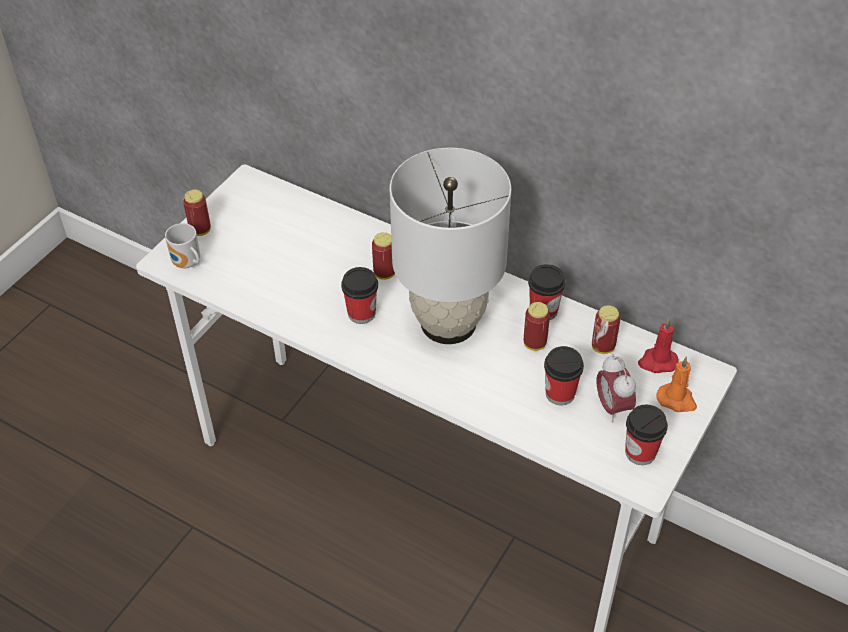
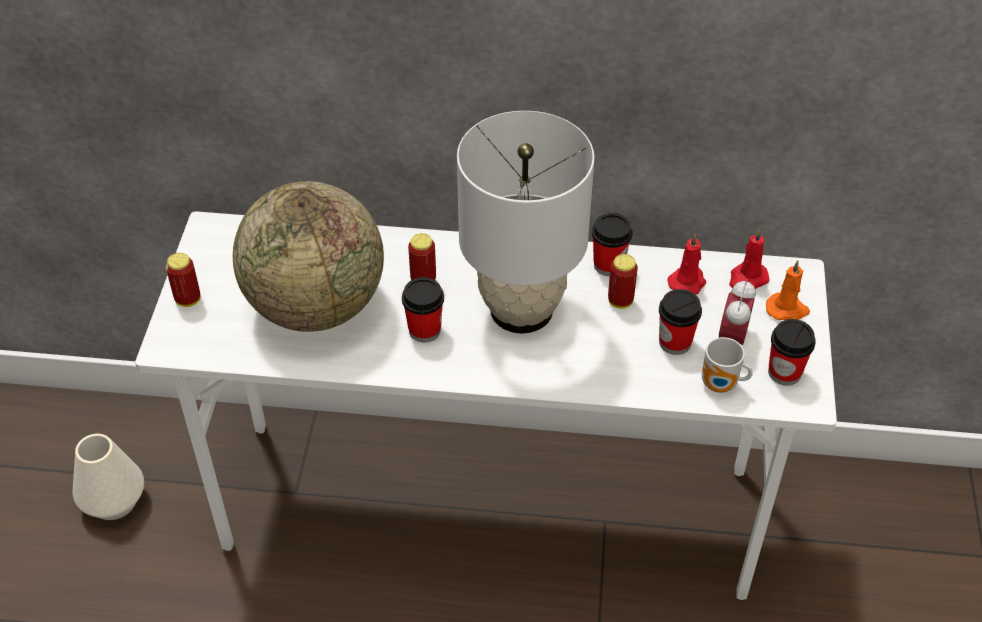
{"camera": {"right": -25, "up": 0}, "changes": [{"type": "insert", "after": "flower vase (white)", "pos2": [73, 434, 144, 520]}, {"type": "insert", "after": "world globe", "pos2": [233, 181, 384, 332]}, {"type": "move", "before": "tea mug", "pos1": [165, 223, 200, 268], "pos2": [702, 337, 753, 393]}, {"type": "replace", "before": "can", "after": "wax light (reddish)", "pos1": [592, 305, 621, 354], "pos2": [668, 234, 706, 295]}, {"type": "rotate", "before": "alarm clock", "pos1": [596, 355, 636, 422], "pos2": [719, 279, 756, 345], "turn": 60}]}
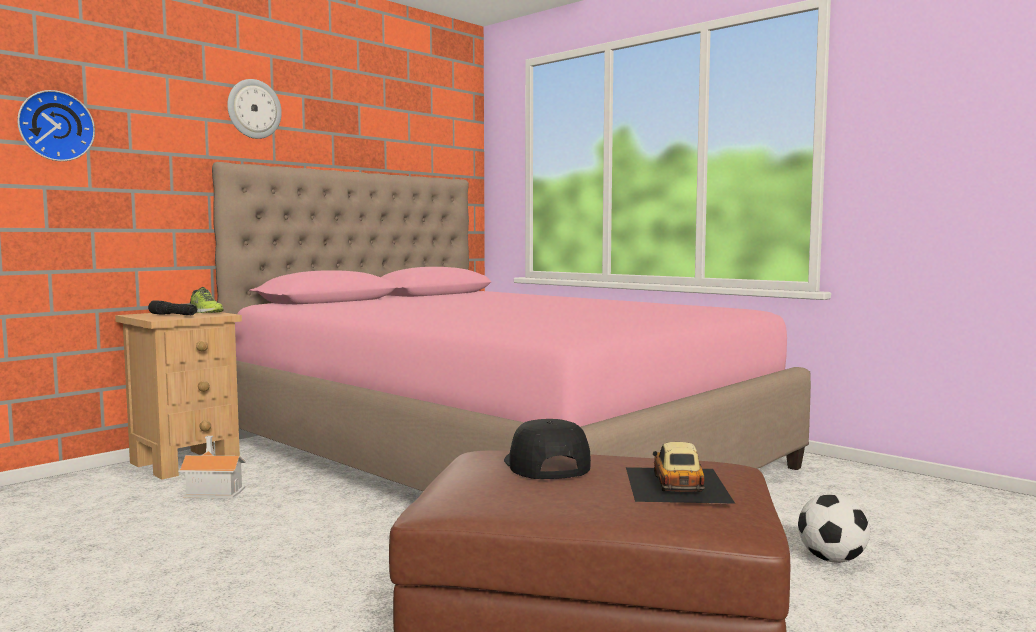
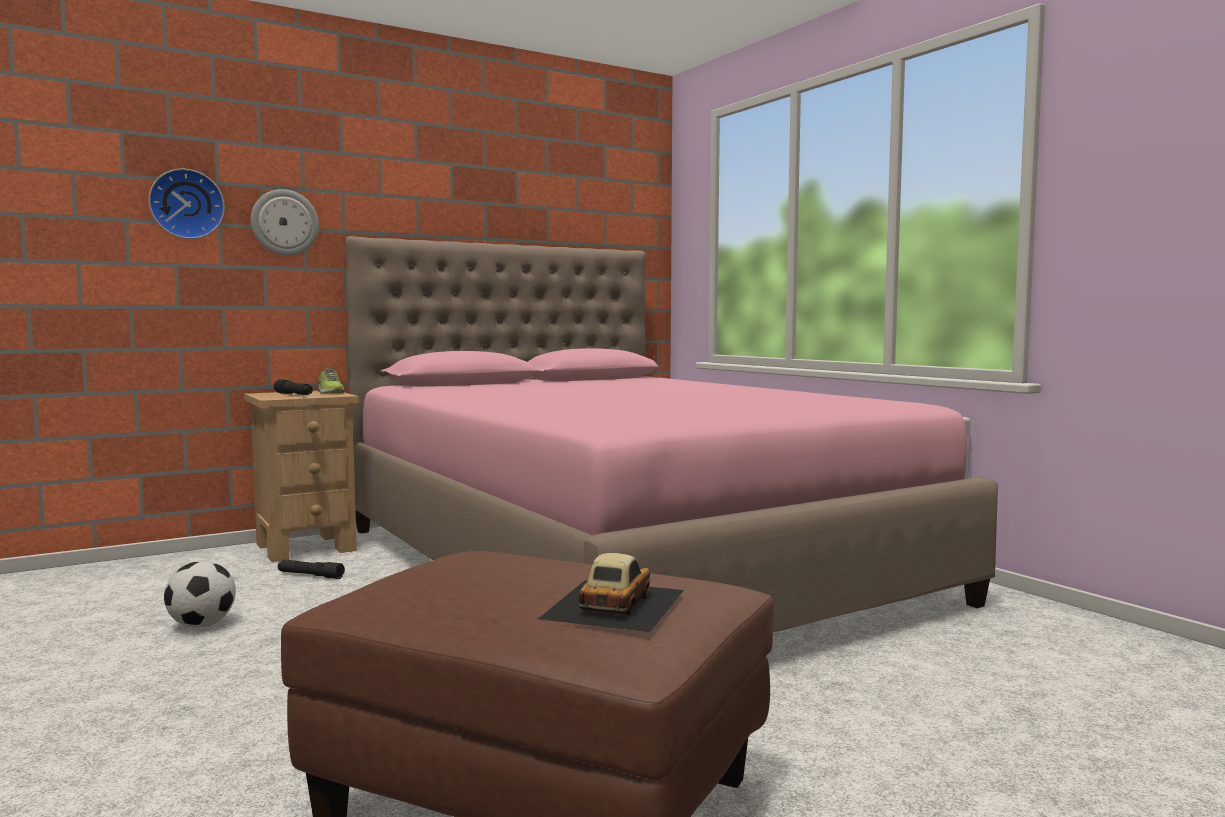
{"camera": {"right": 15, "up": 0}, "changes": [{"type": "delete", "before": "cap (blackish)", "pos1": [504, 419, 591, 479]}, {"type": "move", "before": "clock on the wall", "pos1": [227, 79, 282, 139], "pos2": [251, 189, 319, 256]}, {"type": "move", "before": "football", "pos1": [798, 493, 870, 563], "pos2": [164, 561, 236, 627]}, {"type": "replace", "before": "miniature house", "after": "hand torch (blackish)", "pos1": [178, 436, 246, 498], "pos2": [278, 560, 345, 579]}]}
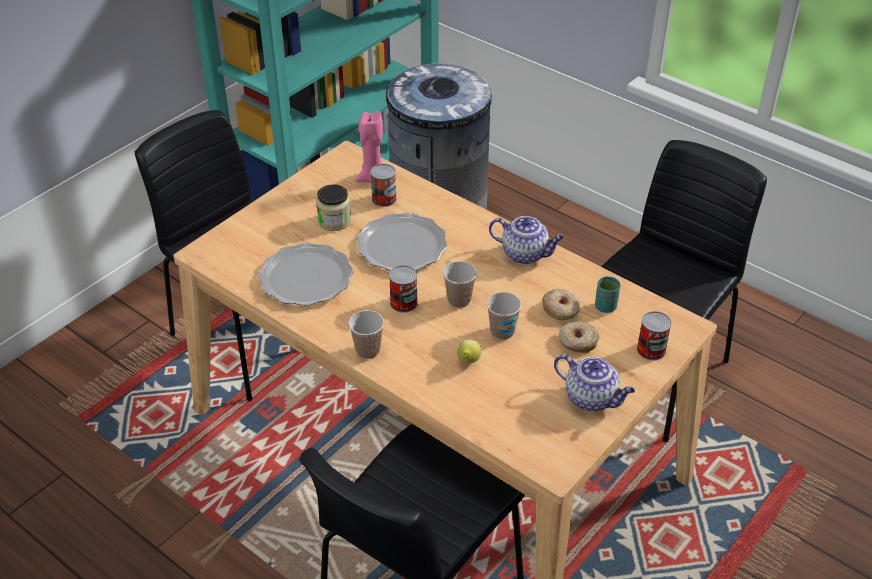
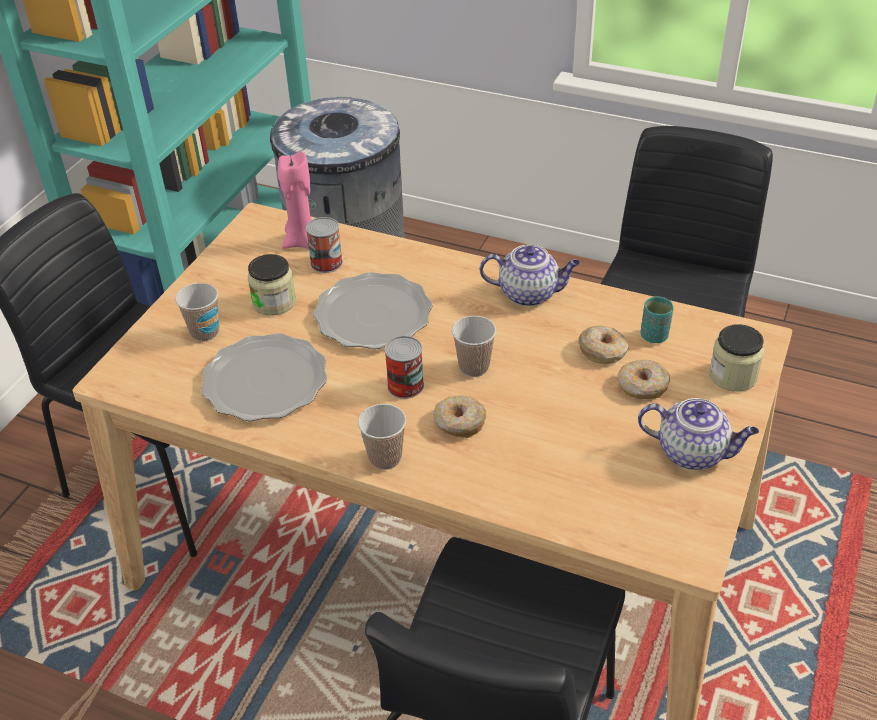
{"camera": {"right": -15, "up": 0}, "changes": [{"type": "delete", "before": "whole lemon", "pos1": [457, 340, 482, 364]}, {"type": "insert", "after": "donut", "pos2": [434, 396, 486, 438]}, {"type": "move", "before": "small cup", "pos1": [487, 292, 521, 340], "pos2": [175, 283, 219, 342]}, {"type": "replace", "before": "can", "after": "storage jar", "pos1": [637, 311, 672, 360], "pos2": [709, 324, 764, 392]}]}
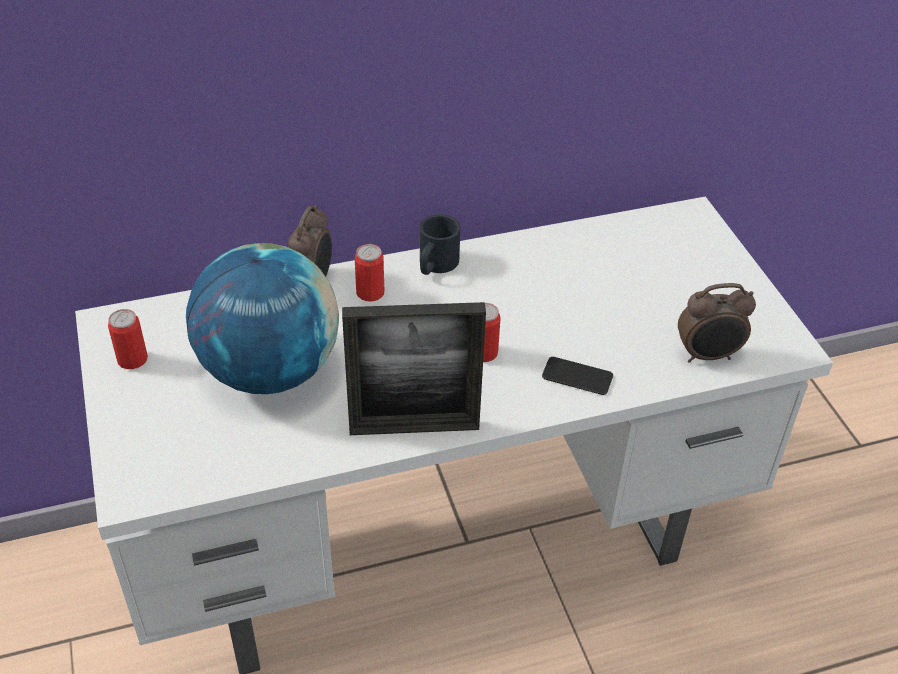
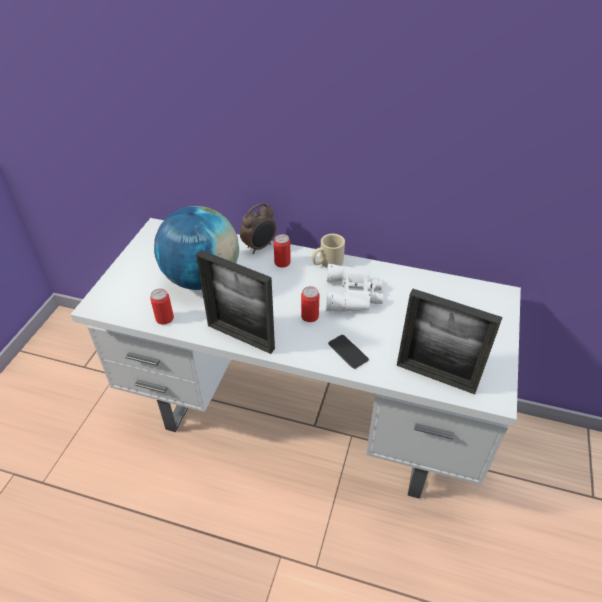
{"camera": {"right": 35, "up": 0}, "changes": [{"type": "insert", "after": "pair of binoculars (white)", "pos2": [326, 264, 384, 312]}, {"type": "move", "before": "can", "pos1": [108, 309, 148, 369], "pos2": [150, 289, 174, 325]}, {"type": "replace", "before": "alarm clock", "after": "standing frame", "pos1": [678, 283, 756, 363], "pos2": [397, 289, 503, 394]}, {"type": "recolor", "before": "tea mug (blackish)", "after": "tea mug (beige-coloured)", "pos1": [420, 214, 461, 275], "pos2": [312, 234, 345, 268]}]}
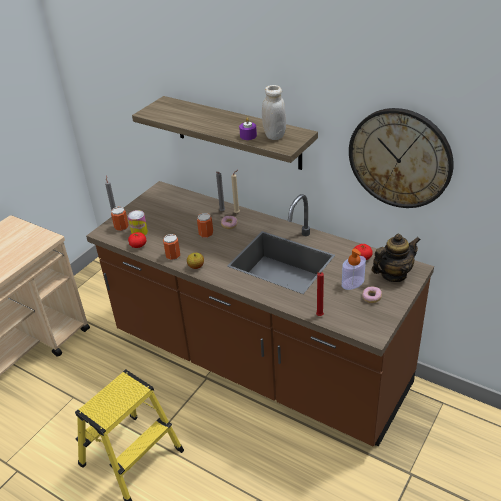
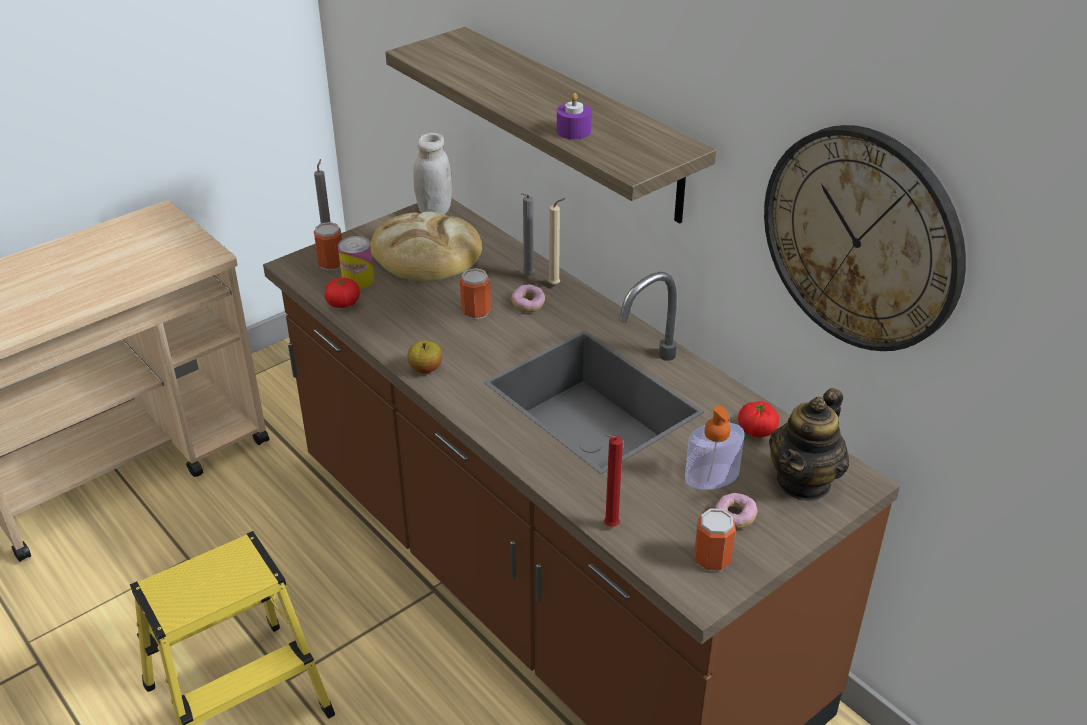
{"camera": {"right": 15, "up": 0}, "changes": [{"type": "insert", "after": "baked bread", "pos2": [370, 211, 482, 282]}, {"type": "move", "before": "can", "pos1": [163, 234, 180, 260], "pos2": [694, 509, 735, 572]}, {"type": "move", "before": "storage jar (white)", "pos1": [262, 85, 286, 140], "pos2": [413, 133, 452, 215]}, {"type": "rotate", "before": "teapot", "pos1": [372, 234, 421, 282], "pos2": [769, 388, 849, 501], "turn": 135}]}
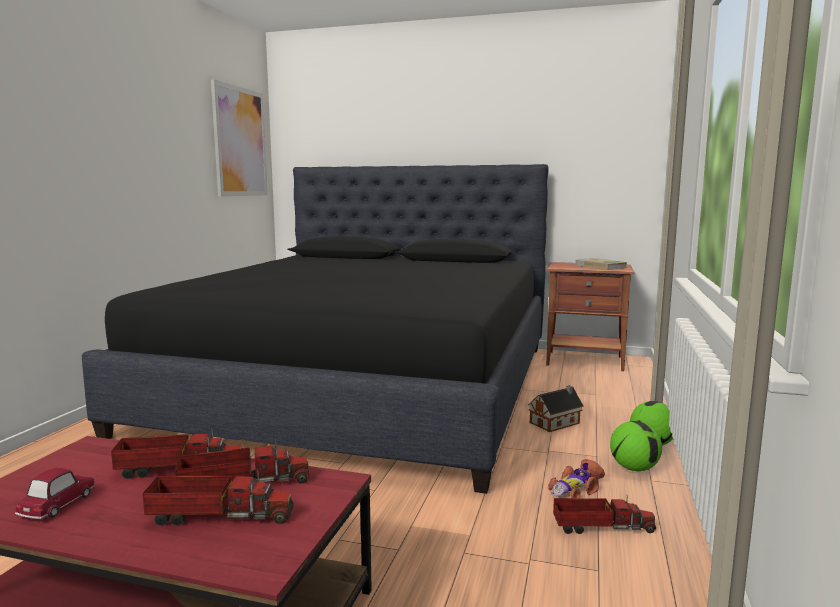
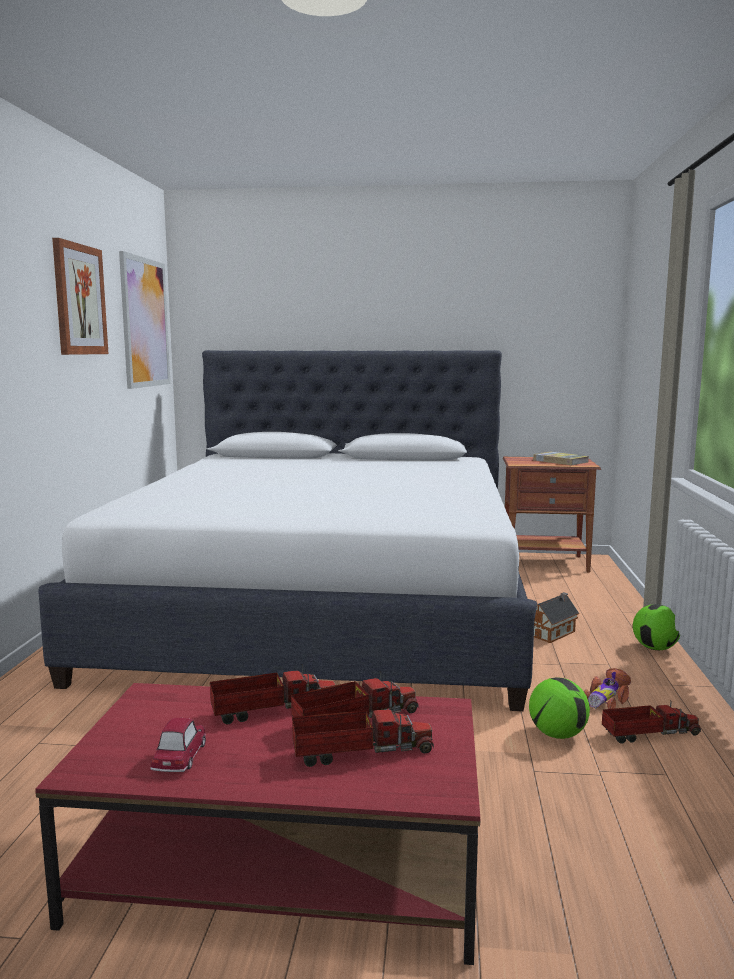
{"camera": {"right": -10, "up": 0}, "changes": [{"type": "insert", "after": "wall picture", "pos2": [52, 238, 109, 355]}, {"type": "move", "before": "football", "pos1": [610, 421, 662, 471], "pos2": [529, 677, 590, 739]}, {"type": "recolor", "before": "bedroom bed (blackish)", "after": "bedroom bed (white)", "pos1": [82, 164, 549, 494], "pos2": [38, 350, 537, 711]}]}
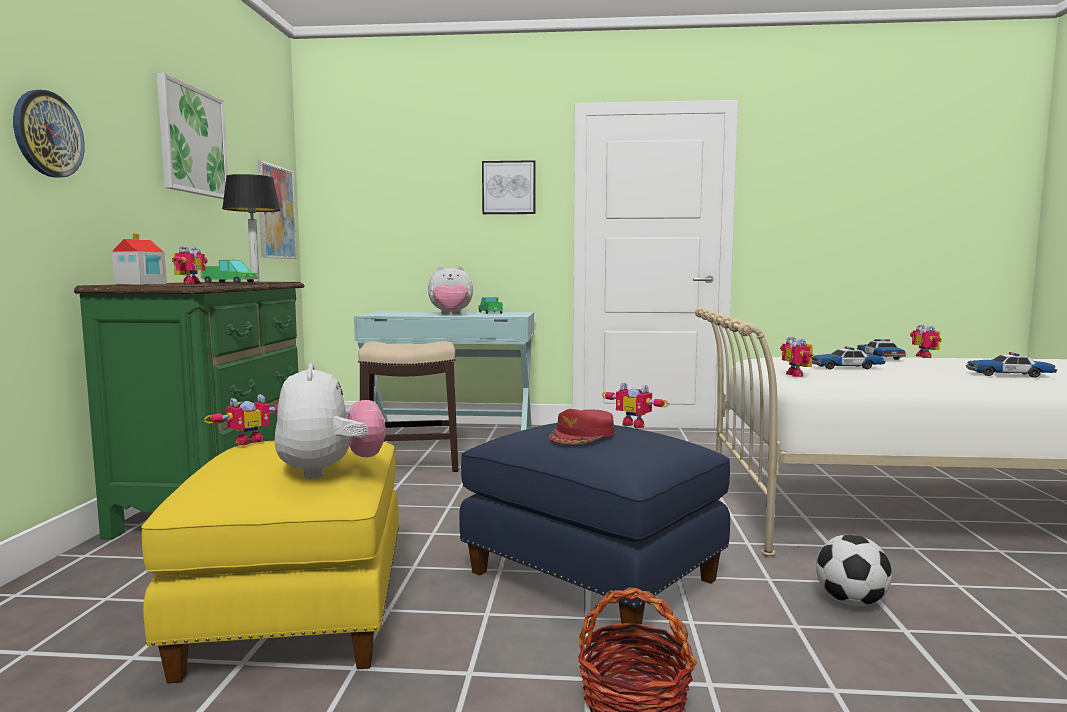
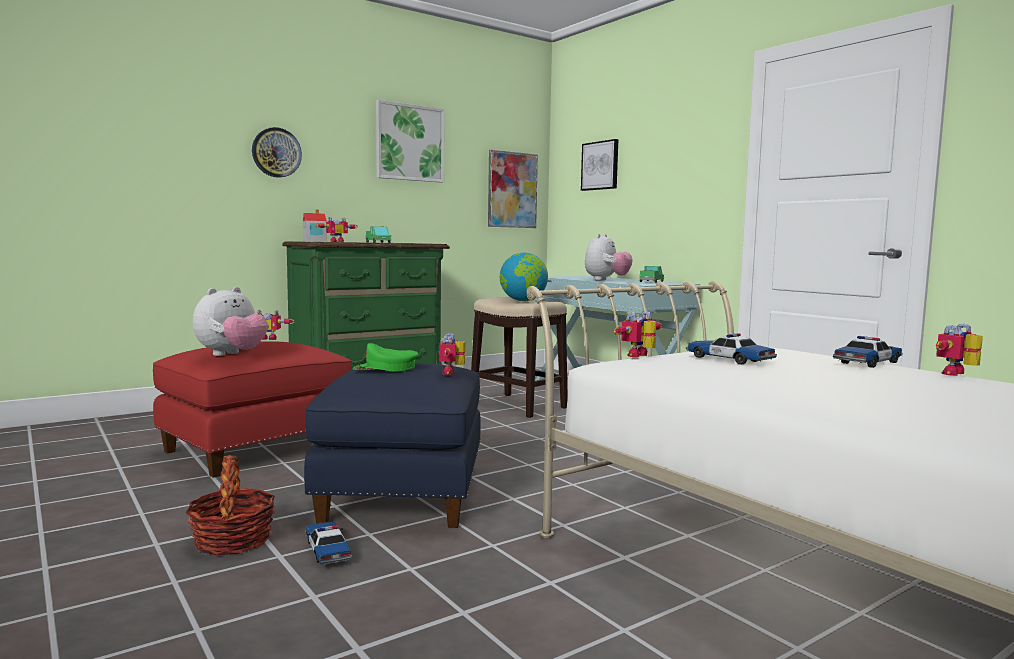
{"camera": {"right": 50, "up": 0}, "changes": [{"type": "delete", "before": "tabletop lamp", "pos1": [222, 174, 281, 282]}, {"type": "delete", "before": "football", "pos1": [816, 534, 892, 606]}, {"type": "insert", "after": "world globe", "pos2": [500, 253, 548, 301]}, {"type": "move", "before": "wall picture", "pos1": [482, 160, 536, 214], "pos2": [581, 139, 618, 191]}, {"type": "move", "before": "model car", "pos1": [966, 352, 1057, 378], "pos2": [305, 522, 352, 565]}, {"type": "recolor", "before": "pouffe (yellow-coloured)", "after": "pouffe (reddish)", "pos1": [141, 440, 399, 684], "pos2": [153, 341, 352, 478]}, {"type": "recolor", "before": "cap (reddish)", "after": "cap (greenish)", "pos1": [549, 409, 614, 445], "pos2": [353, 343, 419, 371]}, {"type": "rotate", "before": "soft toy", "pos1": [428, 266, 473, 314], "pos2": [585, 234, 633, 281], "turn": -105}]}
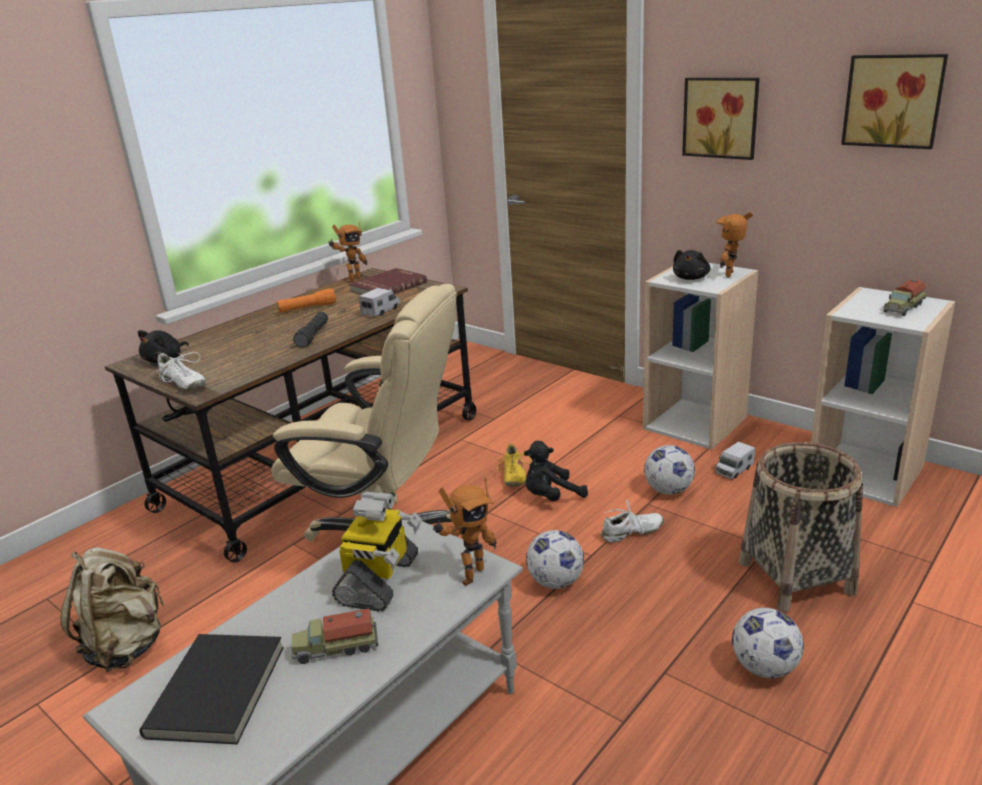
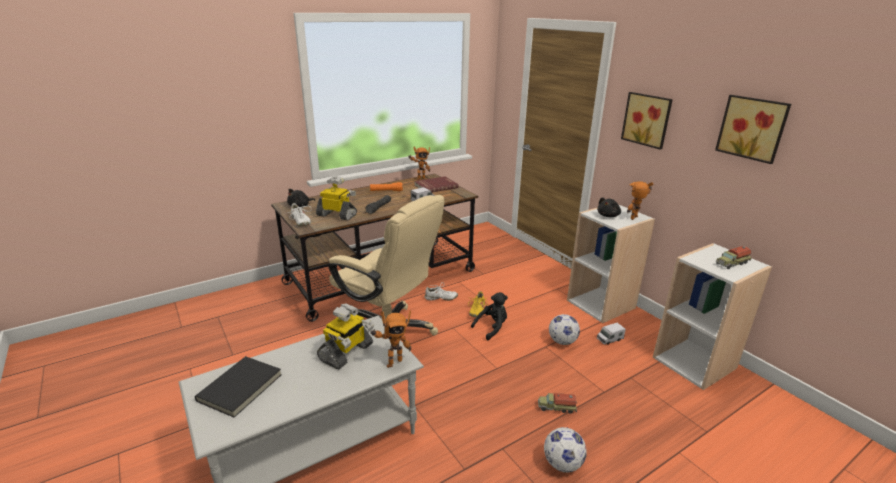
{"camera": {"right": 15, "up": 0}, "changes": [{"type": "delete", "before": "knapsack (beige-coloured)", "pos1": [61, 547, 164, 672]}, {"type": "delete", "before": "football", "pos1": [526, 530, 584, 589]}, {"type": "delete", "before": "household basket", "pos1": [739, 442, 863, 612]}, {"type": "insert", "after": "robot figure", "pos2": [316, 176, 357, 220]}, {"type": "move", "before": "model truck", "pos1": [291, 608, 378, 664], "pos2": [538, 393, 577, 413]}, {"type": "move", "before": "item of footwear (white)", "pos1": [601, 500, 664, 543], "pos2": [425, 282, 458, 301]}, {"type": "rotate", "before": "soft toy (blackish)", "pos1": [524, 441, 588, 501], "pos2": [471, 292, 508, 340], "turn": 150}]}
